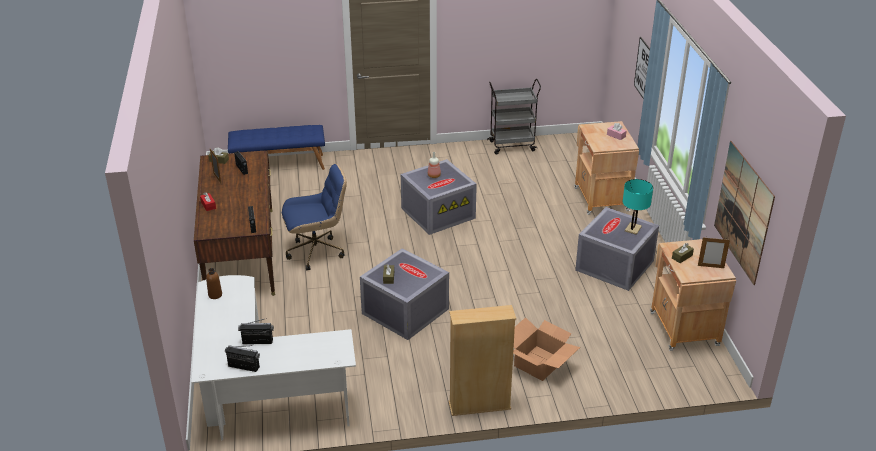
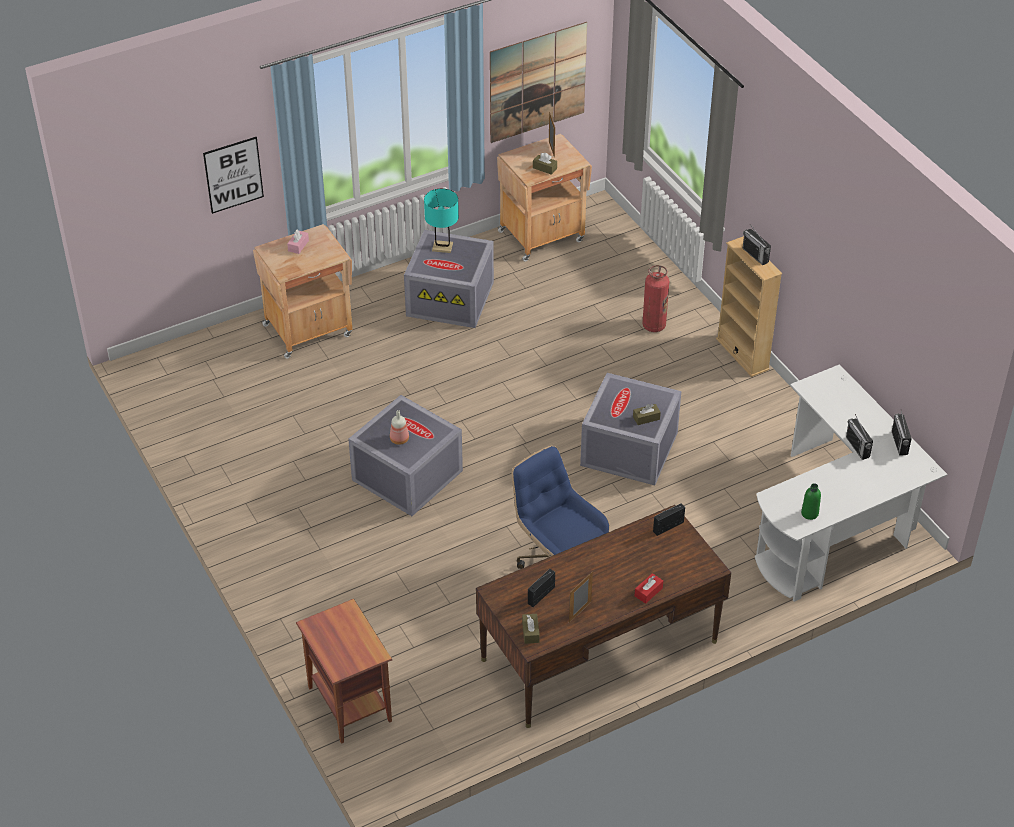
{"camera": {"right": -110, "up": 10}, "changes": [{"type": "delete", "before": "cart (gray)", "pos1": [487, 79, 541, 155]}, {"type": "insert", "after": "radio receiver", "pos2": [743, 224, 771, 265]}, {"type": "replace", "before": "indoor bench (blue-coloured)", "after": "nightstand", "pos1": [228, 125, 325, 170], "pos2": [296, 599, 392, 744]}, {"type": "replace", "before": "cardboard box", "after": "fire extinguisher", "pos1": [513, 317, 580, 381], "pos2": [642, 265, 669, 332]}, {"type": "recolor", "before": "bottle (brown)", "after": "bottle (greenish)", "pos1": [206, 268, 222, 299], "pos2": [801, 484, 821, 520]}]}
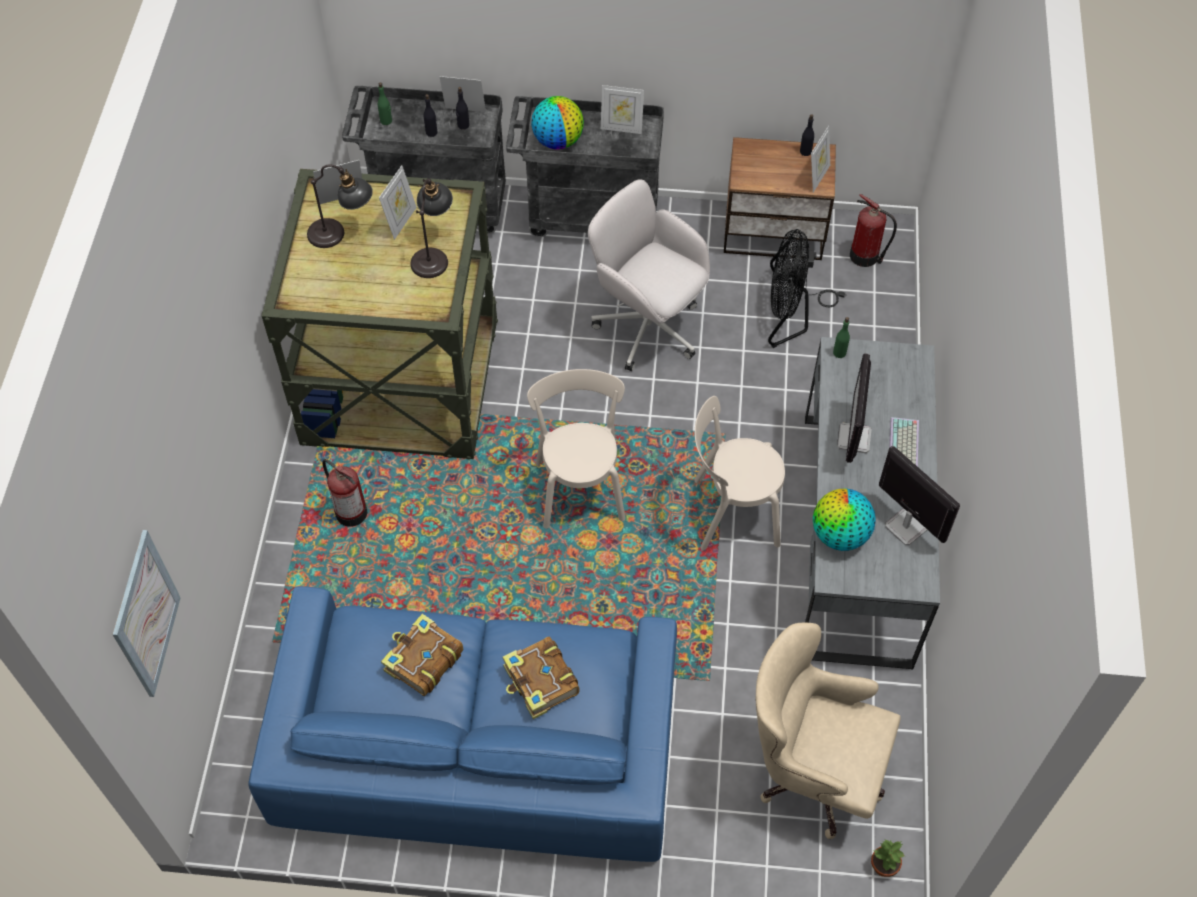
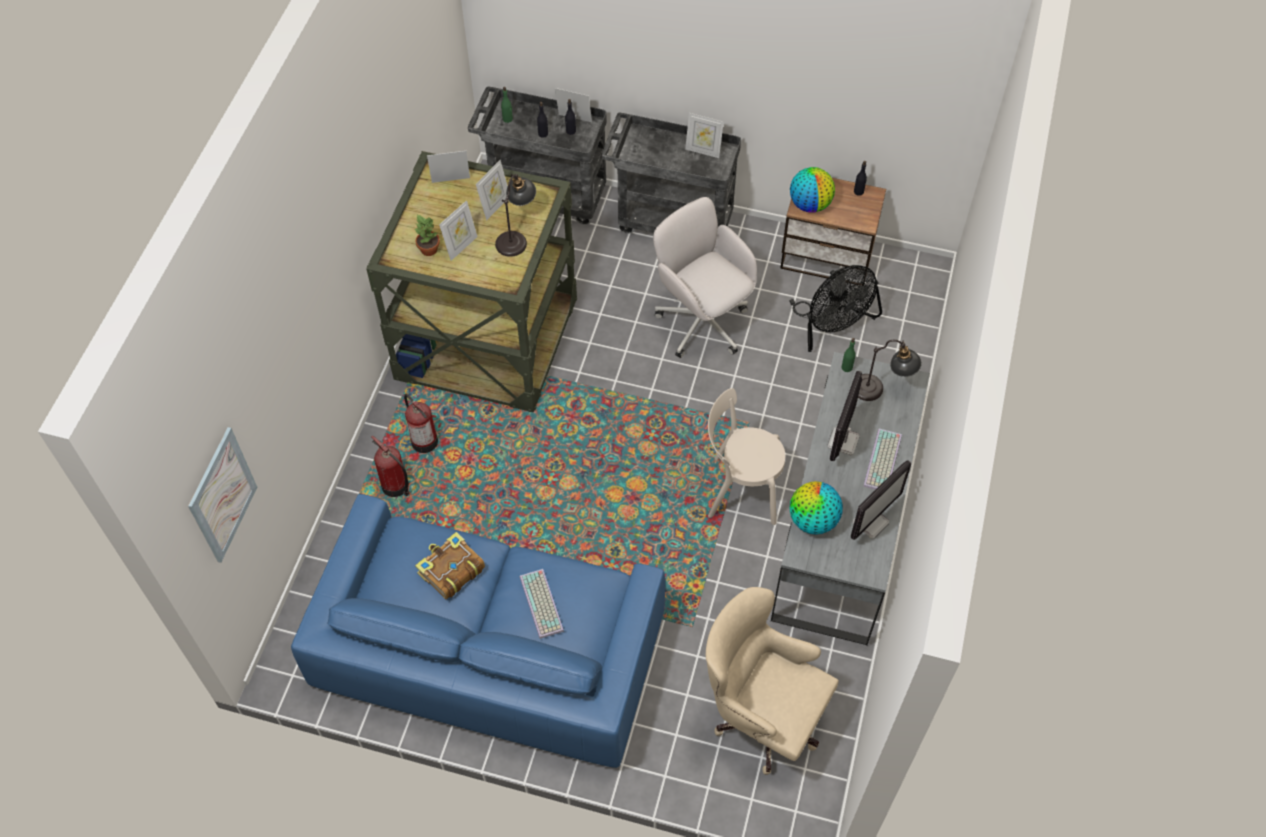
{"camera": {"right": 10, "up": 0}, "changes": [{"type": "delete", "before": "upright chair (beige-coloured)", "pos1": [527, 369, 625, 529]}, {"type": "move", "before": "tabletop lamp (gray)", "pos1": [307, 165, 373, 248], "pos2": [858, 340, 922, 401]}, {"type": "move", "before": "world globe", "pos1": [531, 96, 584, 150], "pos2": [790, 167, 835, 213]}, {"type": "move", "before": "standing frame", "pos1": [811, 126, 830, 193], "pos2": [439, 200, 478, 261]}, {"type": "move", "before": "fire extinguisher", "pos1": [850, 194, 897, 267], "pos2": [371, 436, 409, 497]}, {"type": "move", "before": "potted plant", "pos1": [871, 839, 904, 877], "pos2": [415, 215, 440, 256]}, {"type": "replace", "before": "bound book", "after": "PC keyboard", "pos1": [503, 637, 580, 719], "pos2": [520, 569, 564, 639]}, {"type": "rotate", "before": "electric fan (blackish)", "pos1": [768, 229, 846, 348], "pos2": [789, 265, 882, 352], "turn": -135}, {"type": "rotate", "before": "monitor", "pos1": [879, 446, 960, 545], "pos2": [851, 460, 911, 540], "turn": 75}]}
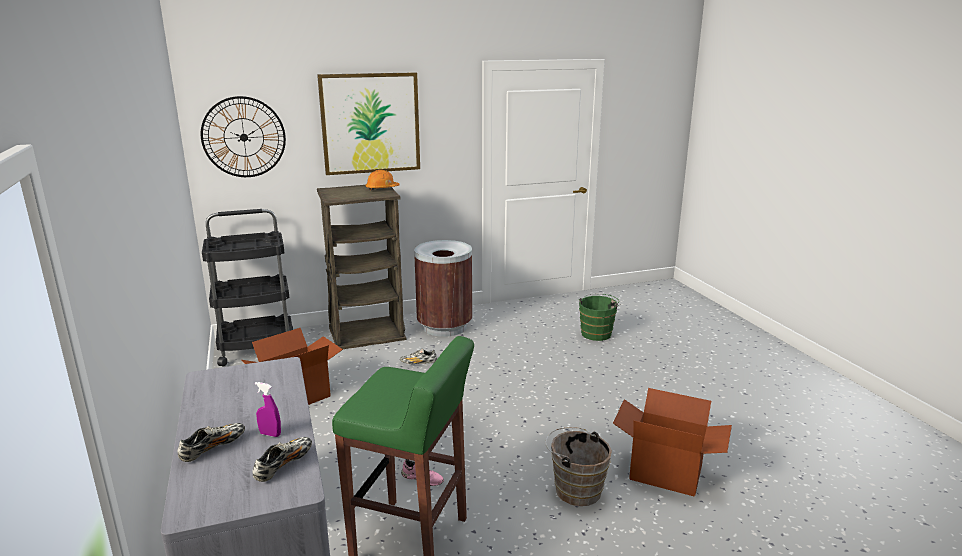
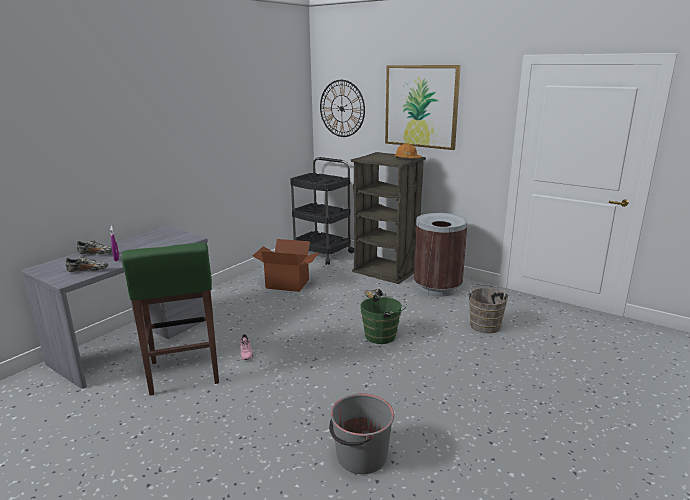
{"camera": {"right": 55, "up": 0}, "changes": [{"type": "move", "before": "pail (brown)", "pos1": [545, 427, 612, 506], "pos2": [467, 285, 510, 333]}, {"type": "move", "before": "pail (greenish)", "pos1": [579, 293, 621, 341], "pos2": [360, 295, 407, 344]}, {"type": "replace", "before": "cardboard box", "after": "pail (gray)", "pos1": [613, 388, 732, 496], "pos2": [329, 393, 394, 474]}]}
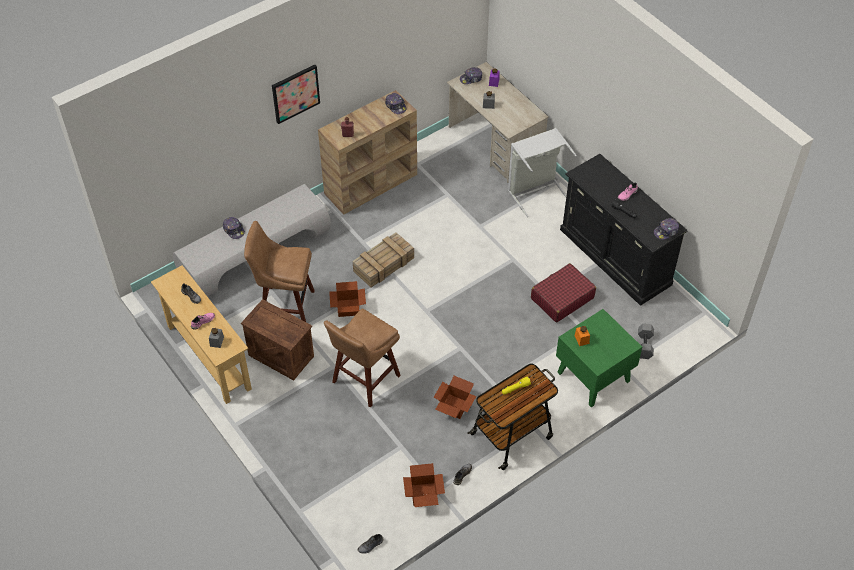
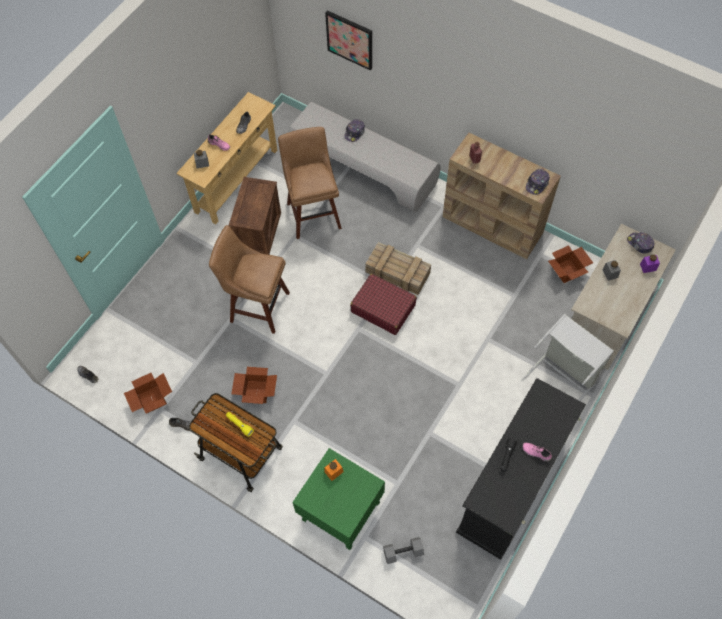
{"camera": {"right": 70, "up": 10}, "changes": [{"type": "delete", "before": "cap", "pos1": [654, 218, 679, 240]}, {"type": "move", "before": "wall picture", "pos1": [272, 65, 320, 124], "pos2": [325, 10, 372, 71]}, {"type": "move", "before": "cardboard box", "pos1": [329, 281, 366, 317], "pos2": [548, 245, 593, 283]}, {"type": "move", "before": "travel case (reddish)", "pos1": [531, 263, 596, 322], "pos2": [350, 274, 417, 335]}]}
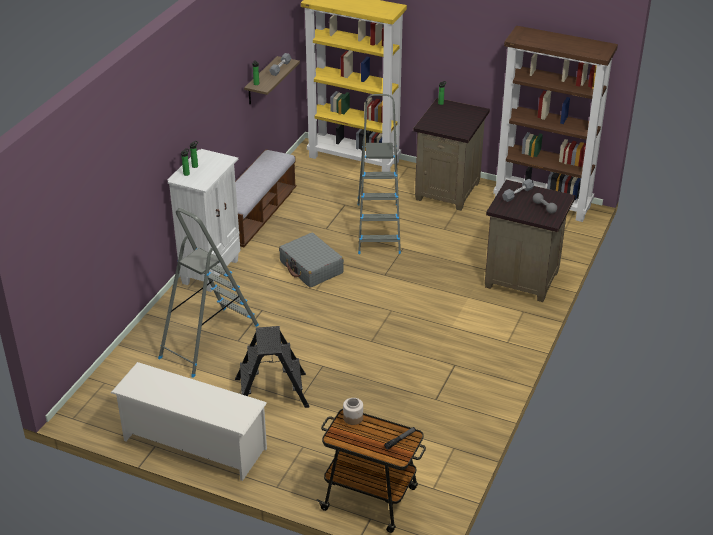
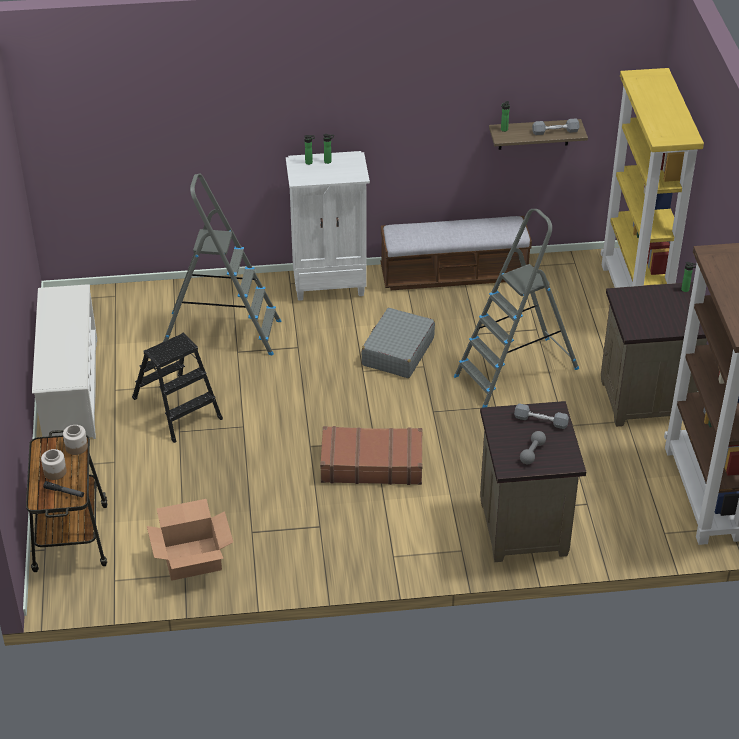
{"camera": {"right": 60, "up": 5}, "changes": [{"type": "insert", "after": "storage jar", "pos2": [41, 449, 67, 480]}, {"type": "insert", "after": "cardboard box", "pos2": [147, 499, 233, 581]}, {"type": "insert", "after": "travel case (brown)", "pos2": [320, 426, 423, 485]}]}
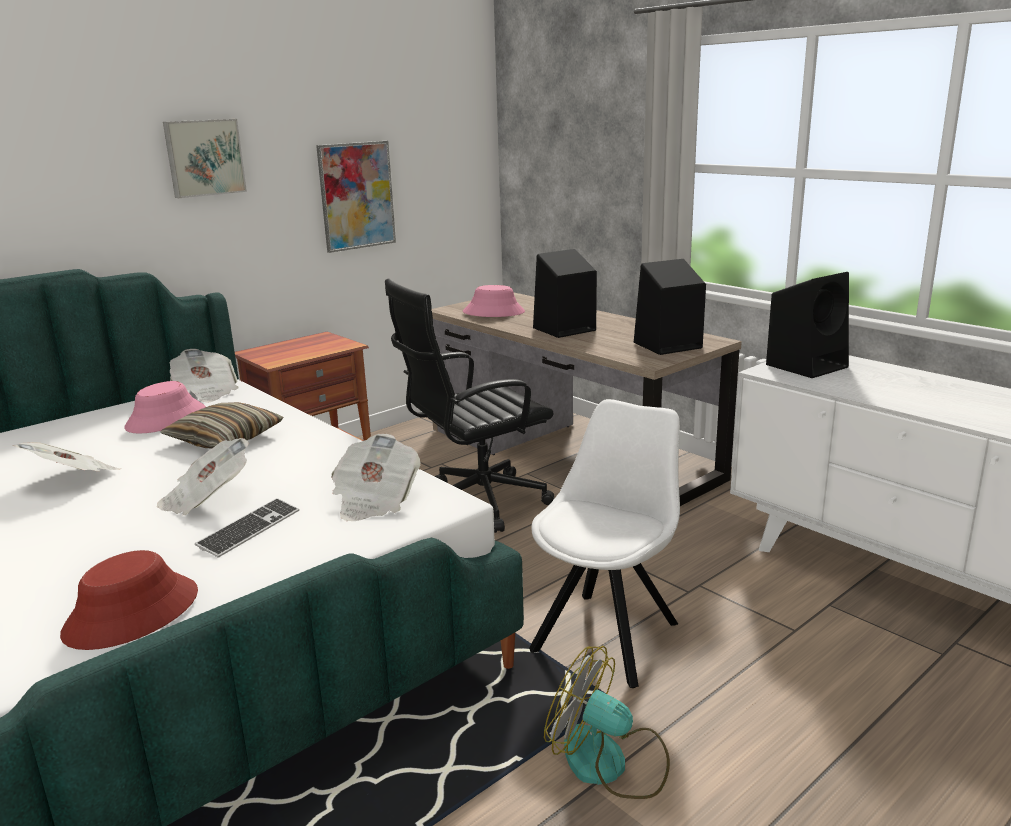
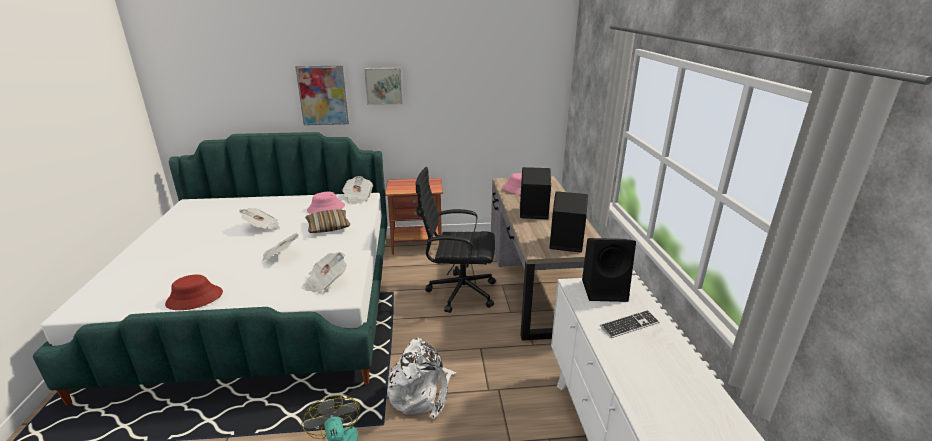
{"camera": {"right": 35, "up": 5}, "changes": [{"type": "move", "before": "PC keyboard", "pos1": [195, 498, 299, 558], "pos2": [600, 310, 660, 338]}, {"type": "move", "before": "wall picture", "pos1": [316, 141, 396, 253], "pos2": [295, 66, 349, 125]}, {"type": "replace", "before": "upright chair (white)", "after": "knapsack (white)", "pos1": [529, 399, 680, 688], "pos2": [387, 338, 457, 419]}]}
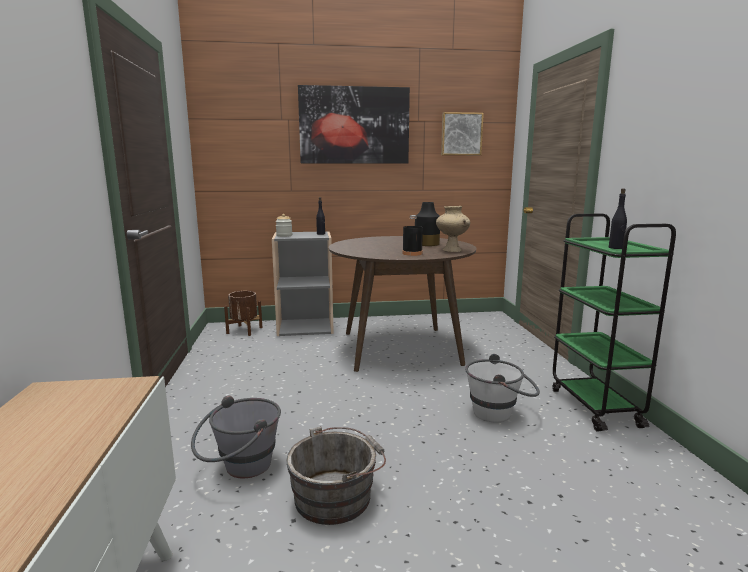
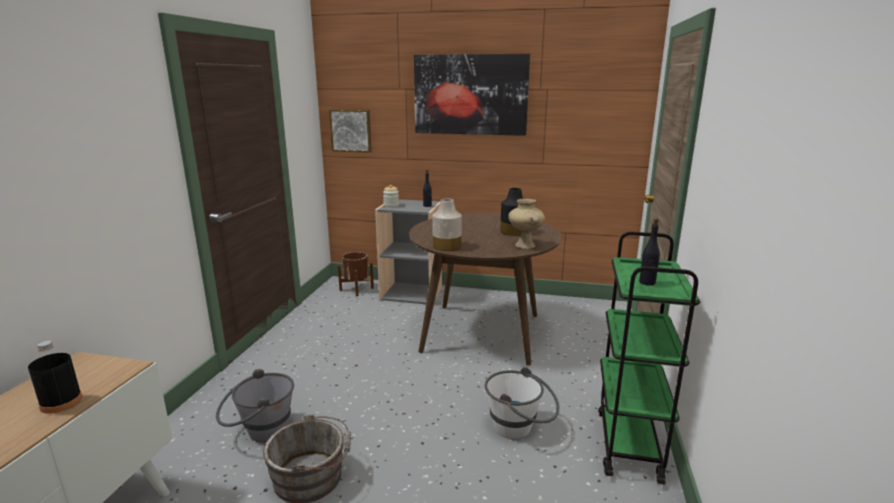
{"camera": {"right": 20, "up": 5}, "changes": [{"type": "insert", "after": "flower vase (beige-coloured)", "pos2": [432, 199, 462, 251]}, {"type": "move", "before": "bottle (blackish)", "pos1": [402, 215, 423, 256], "pos2": [28, 341, 83, 414]}, {"type": "move", "before": "wall picture", "pos1": [441, 112, 484, 155], "pos2": [329, 110, 372, 153]}]}
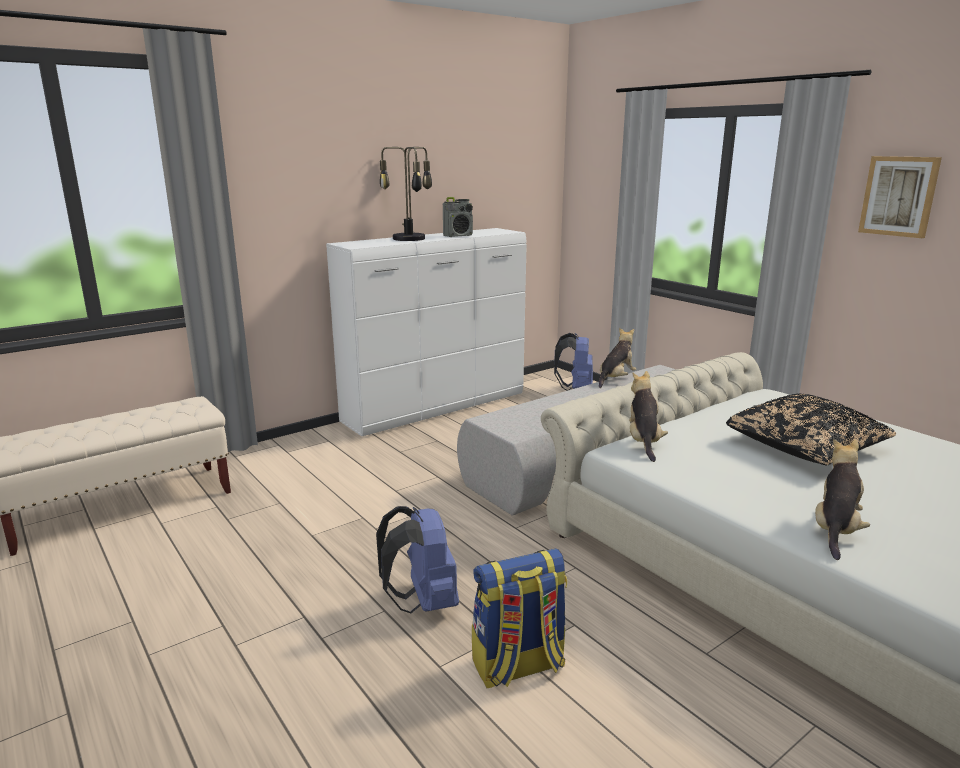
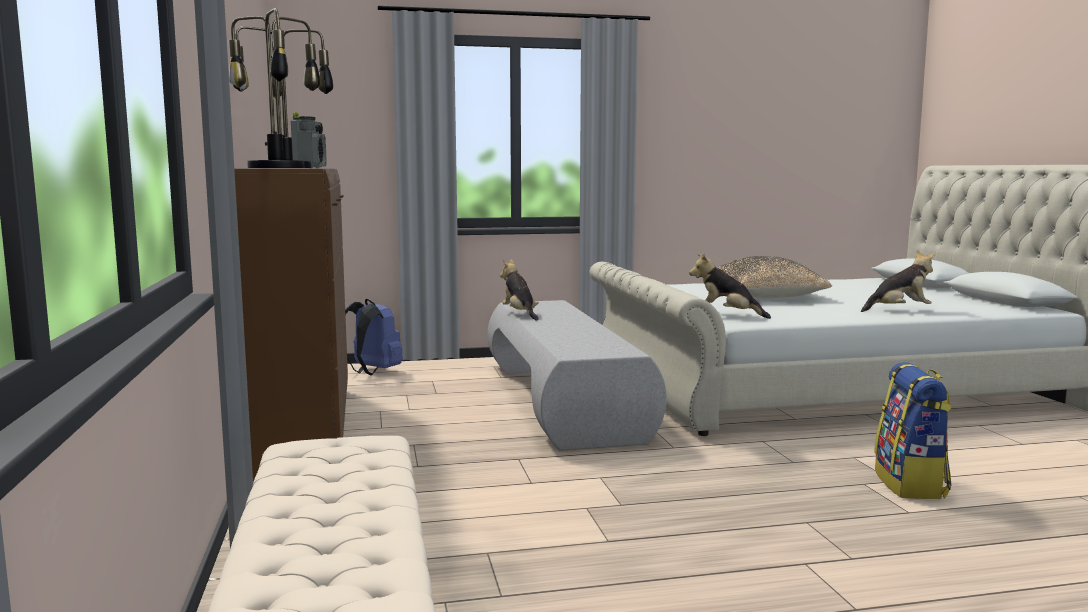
{"camera": {"right": -65, "up": -10}, "changes": [{"type": "delete", "before": "knapsack (blue-coloured)", "pos1": [376, 506, 459, 613]}, {"type": "delete", "before": "wall picture", "pos1": [858, 156, 942, 238]}, {"type": "insert", "after": "tabletop lamp", "pos2": [229, 8, 320, 168]}, {"type": "recolor", "before": "chest of drawers (white)", "after": "chest of drawers (brown)", "pos1": [326, 228, 527, 436], "pos2": [234, 169, 348, 482]}, {"type": "recolor", "before": "pillow (blackish)", "after": "pillow (beige-coloured)", "pos1": [726, 394, 897, 466], "pos2": [718, 256, 832, 298]}, {"type": "rotate", "before": "soft toy", "pos1": [815, 439, 870, 560], "pos2": [861, 250, 935, 312], "turn": 120}]}
